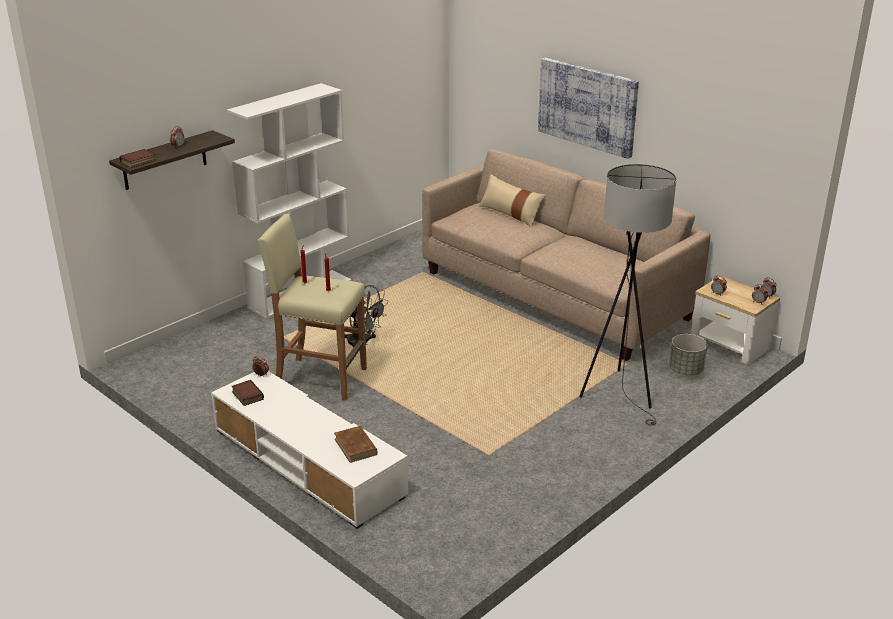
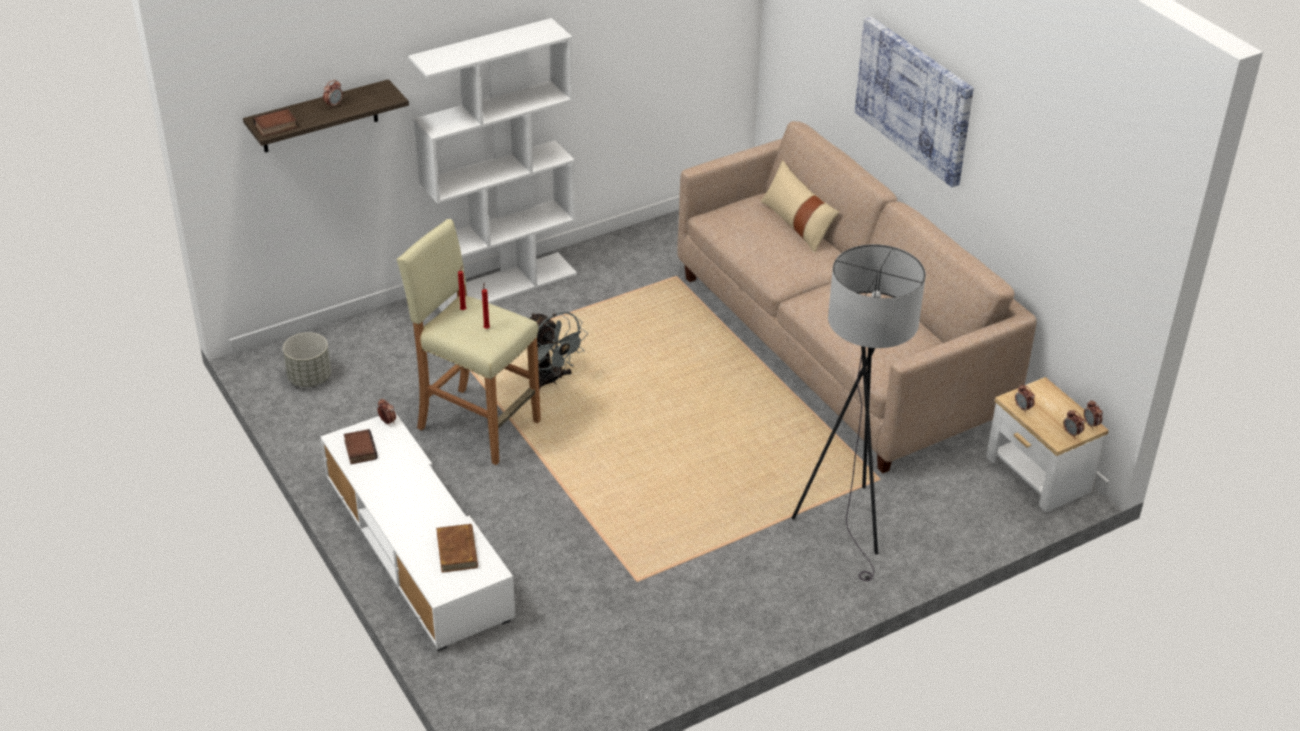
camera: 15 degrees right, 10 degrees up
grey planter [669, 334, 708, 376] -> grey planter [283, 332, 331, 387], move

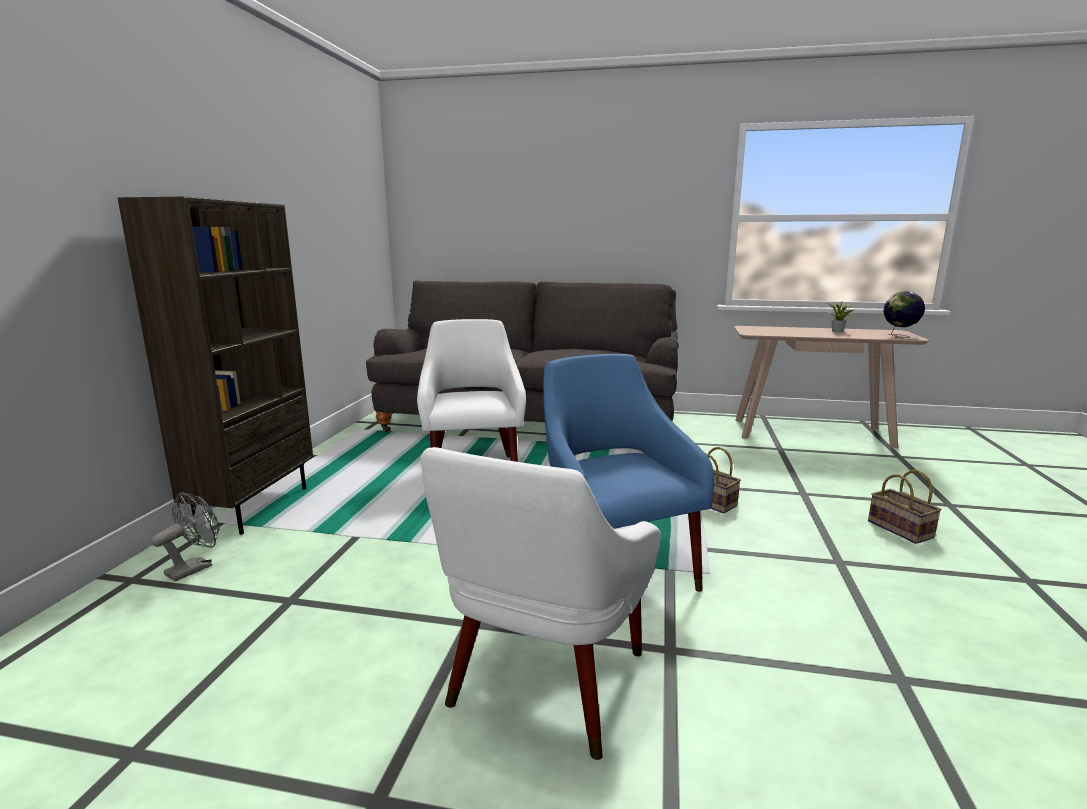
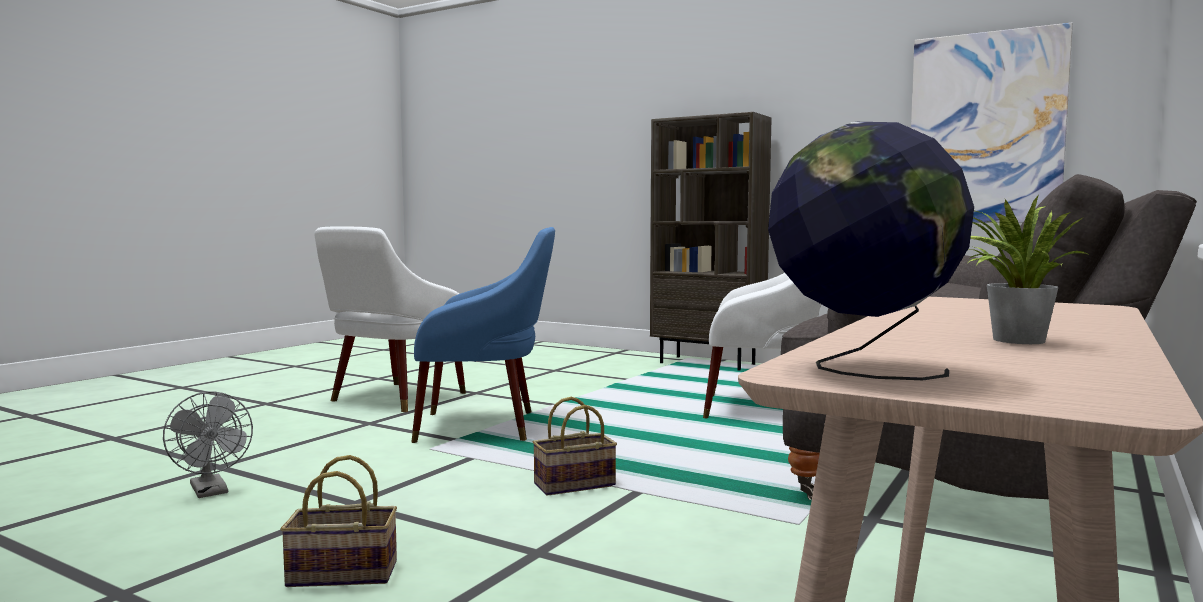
camera: 110 degrees right, 10 degrees down
grey fan [151, 492, 219, 581] -> grey fan [163, 391, 253, 498], move
white armchair [421, 447, 661, 760] -> white armchair [315, 226, 466, 412], 105 degrees counterclockwise
none -> picture [911, 23, 1073, 223]

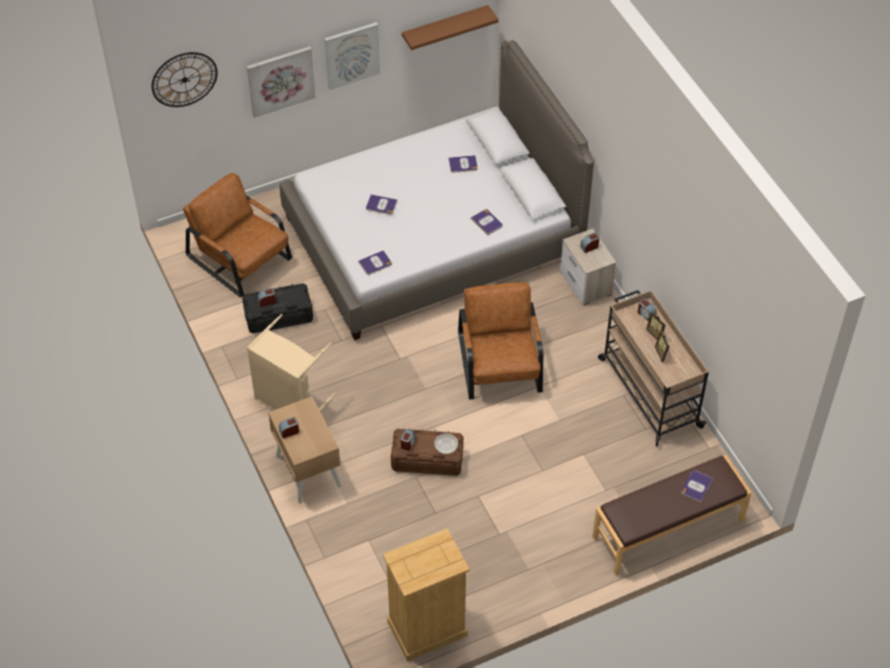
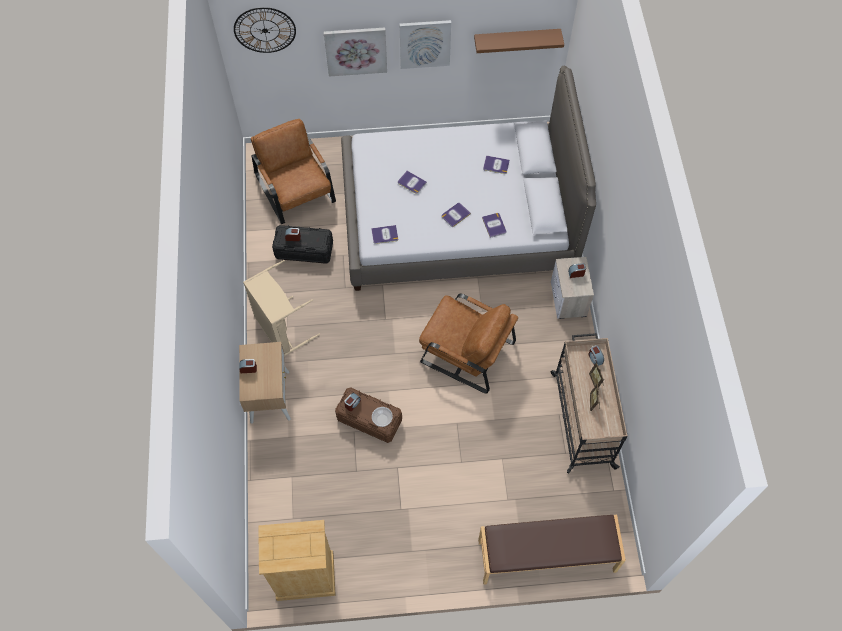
camera: 20 degrees right, 10 degrees up
brown armchair [458, 282, 543, 400] -> brown armchair [419, 293, 518, 394], 105 degrees clockwise
book [681, 470, 713, 502] -> book [441, 203, 471, 228], move

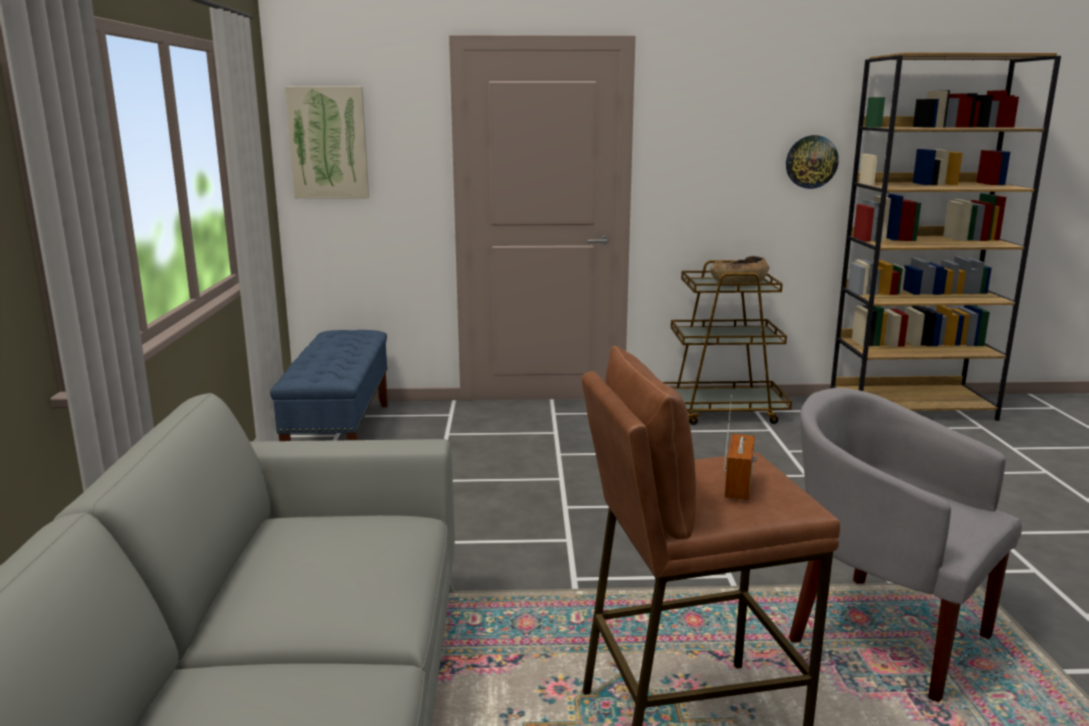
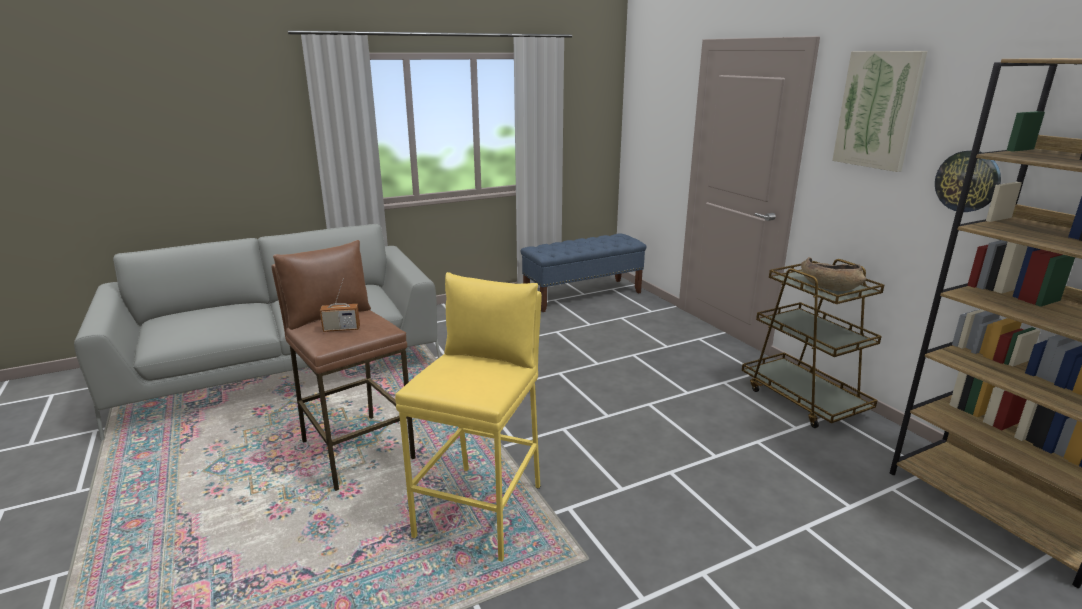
camera: 65 degrees right, 5 degrees up
grey armchair [789, 388, 1022, 702] -> yellow stool [395, 272, 542, 562]
picture [285, 87, 369, 198] -> picture [832, 51, 927, 172], move

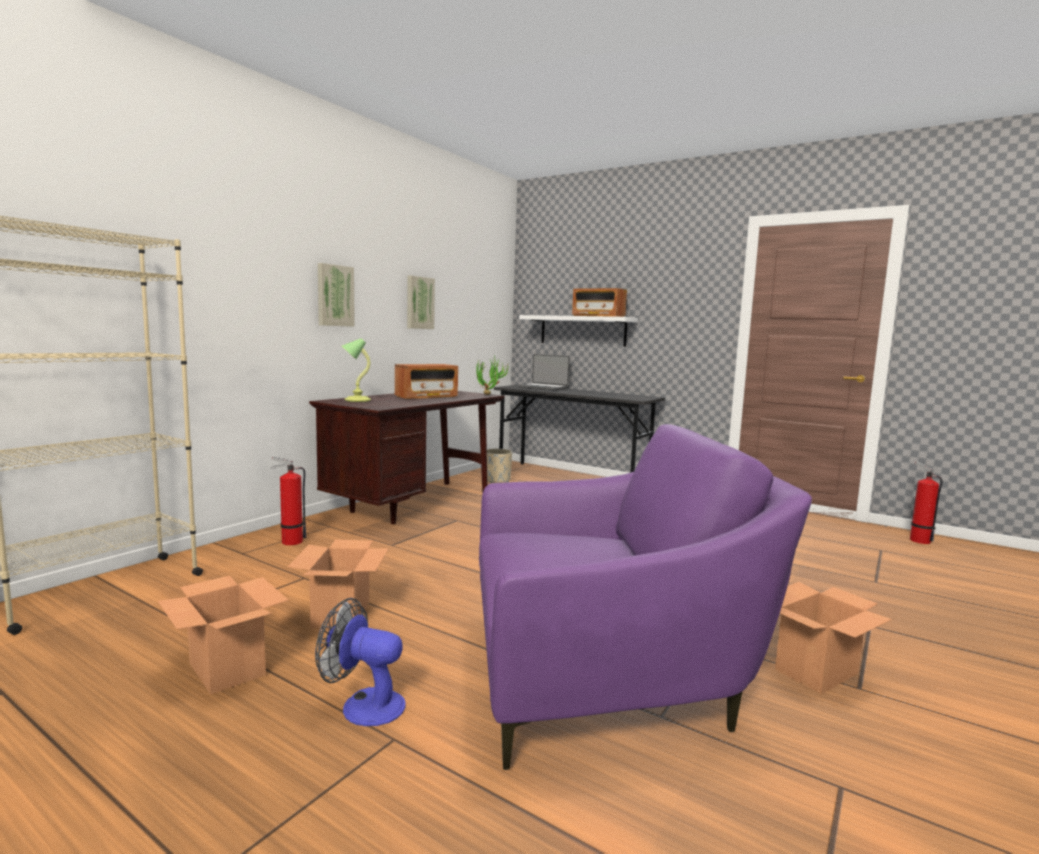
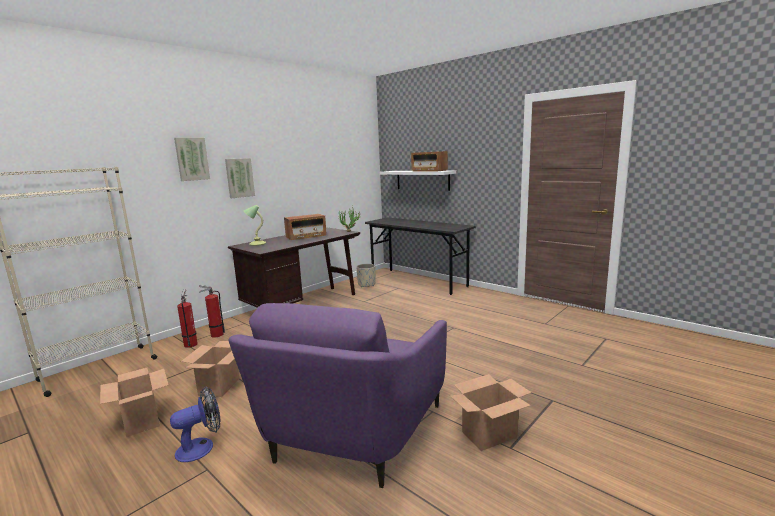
camera: 10 degrees right, 5 degrees up
fan [315, 598, 406, 726] -> fan [170, 386, 220, 462], 120 degrees clockwise
picture [407, 276, 435, 329] -> picture [174, 138, 210, 181], move
fire extinguisher [910, 461, 942, 544] -> fire extinguisher [177, 289, 198, 348], move
purple armchair [479, 424, 812, 770] -> purple armchair [229, 303, 447, 488], 105 degrees clockwise
laptop [518, 354, 570, 391] -> none

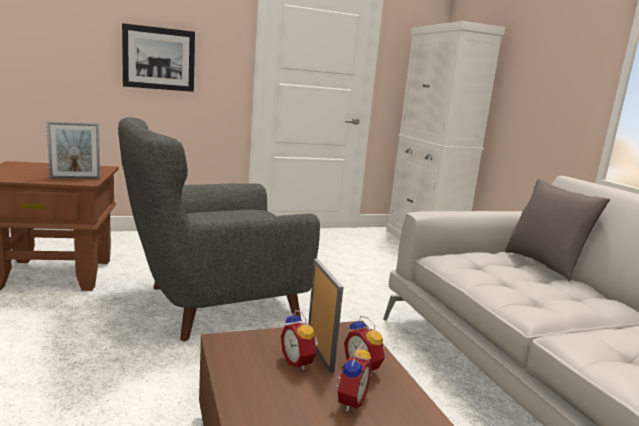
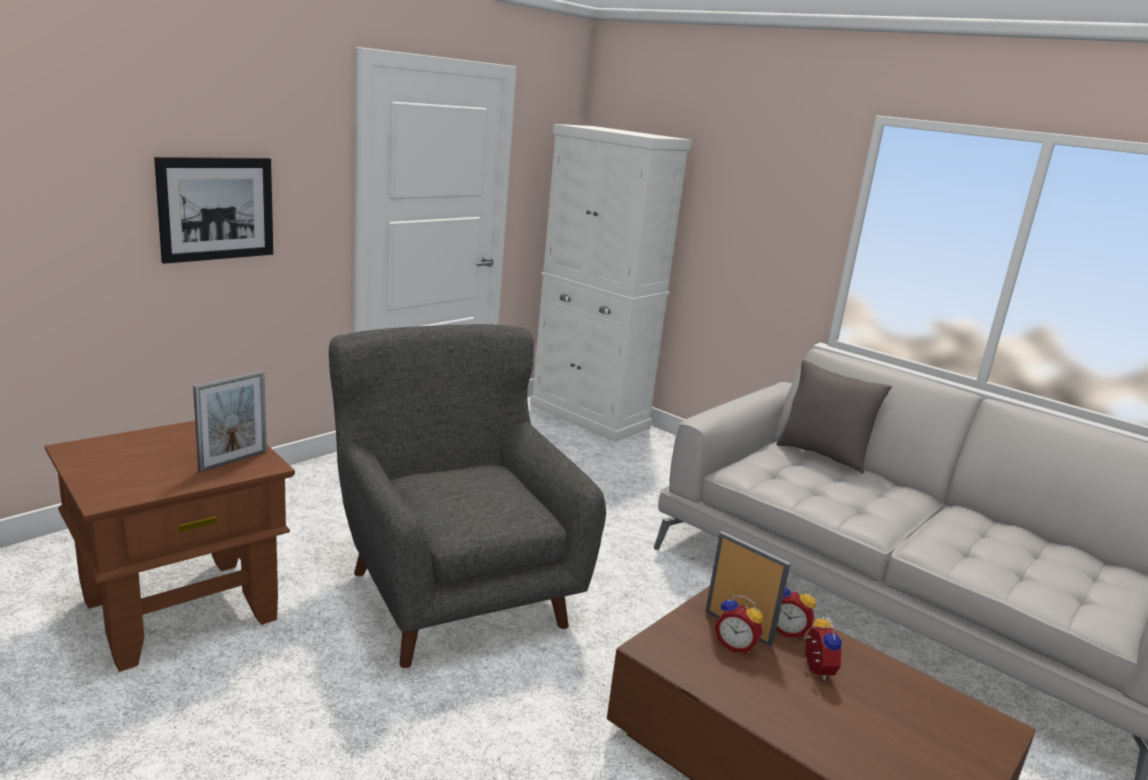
camera: 30 degrees left, 5 degrees up
grey armchair [118, 117, 320, 341] -> grey armchair [329, 324, 606, 668], 120 degrees clockwise

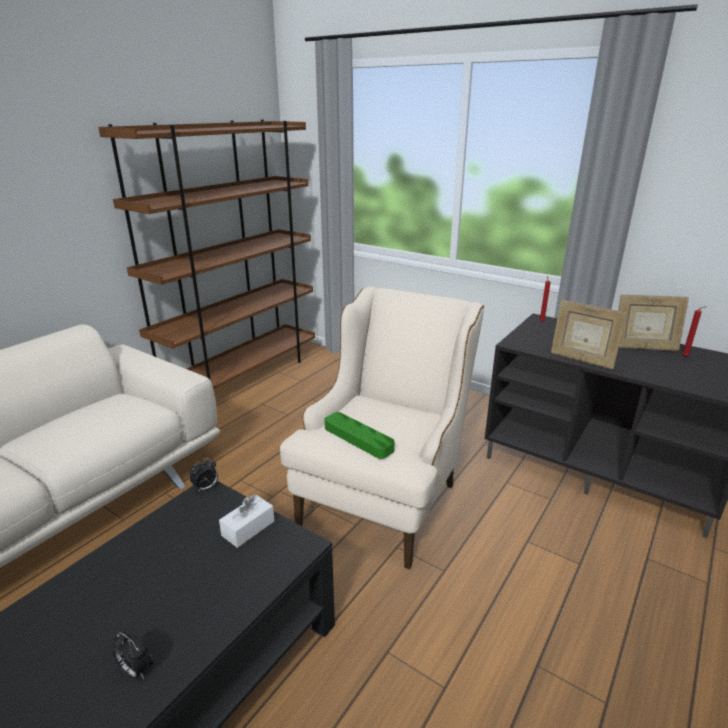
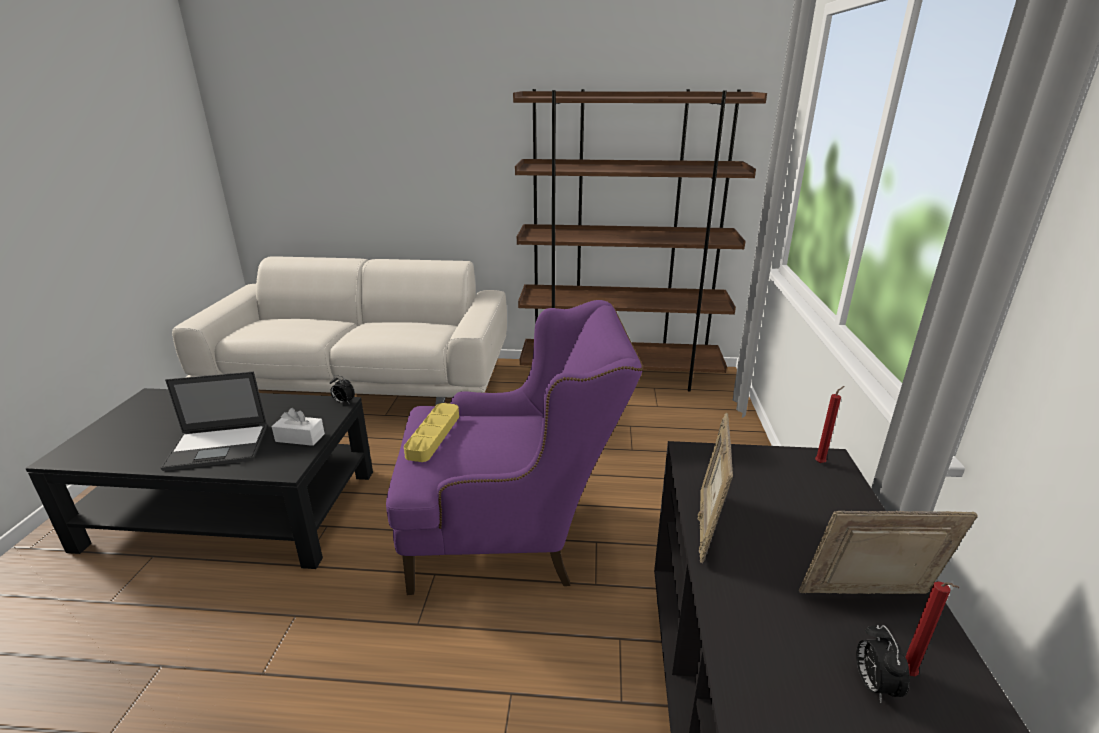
camera: 60 degrees right, 0 degrees up
none -> laptop [161, 372, 267, 471]
beige armchair [280, 287, 484, 570] -> purple armchair [386, 300, 643, 595]
green tray [325, 412, 394, 459] -> yellow tray [404, 403, 459, 462]
picture frame [618, 294, 689, 351] -> picture frame [799, 511, 978, 594], 105 degrees clockwise
alarm clock [112, 632, 153, 678] -> alarm clock [856, 625, 910, 703], move

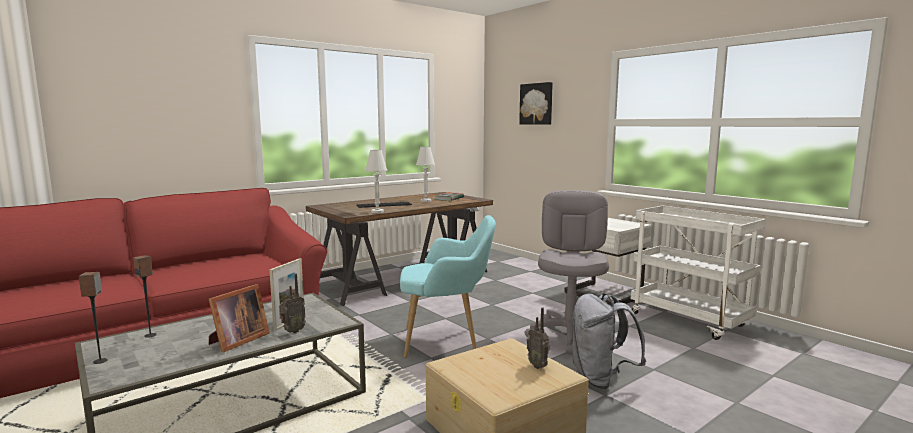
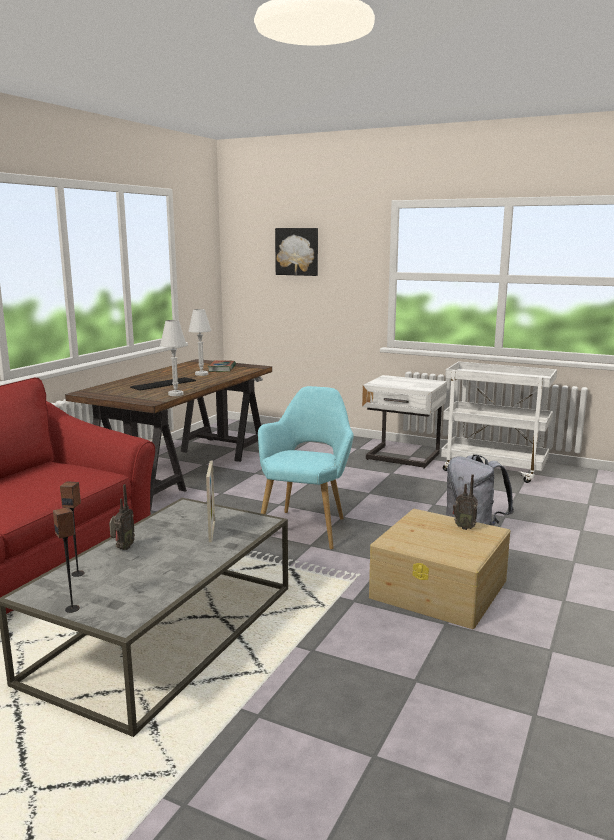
camera: 25 degrees left, 5 degrees up
radio [279, 274, 306, 333] -> radio [109, 484, 135, 550], move
turquoise armchair [400, 215, 496, 358] -> turquoise armchair [258, 386, 354, 550], 45 degrees counterclockwise
picture frame [209, 284, 270, 352] -> none
grey office chair [524, 190, 617, 353] -> none

